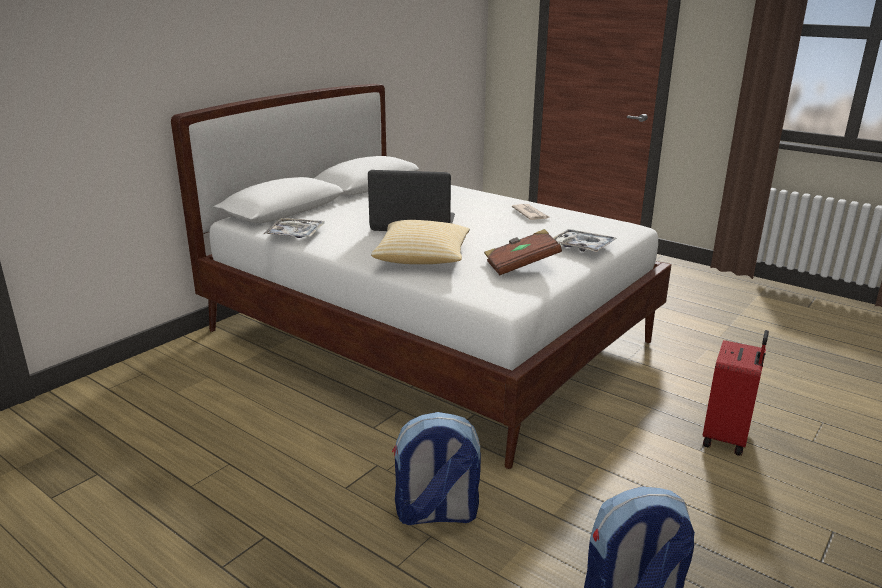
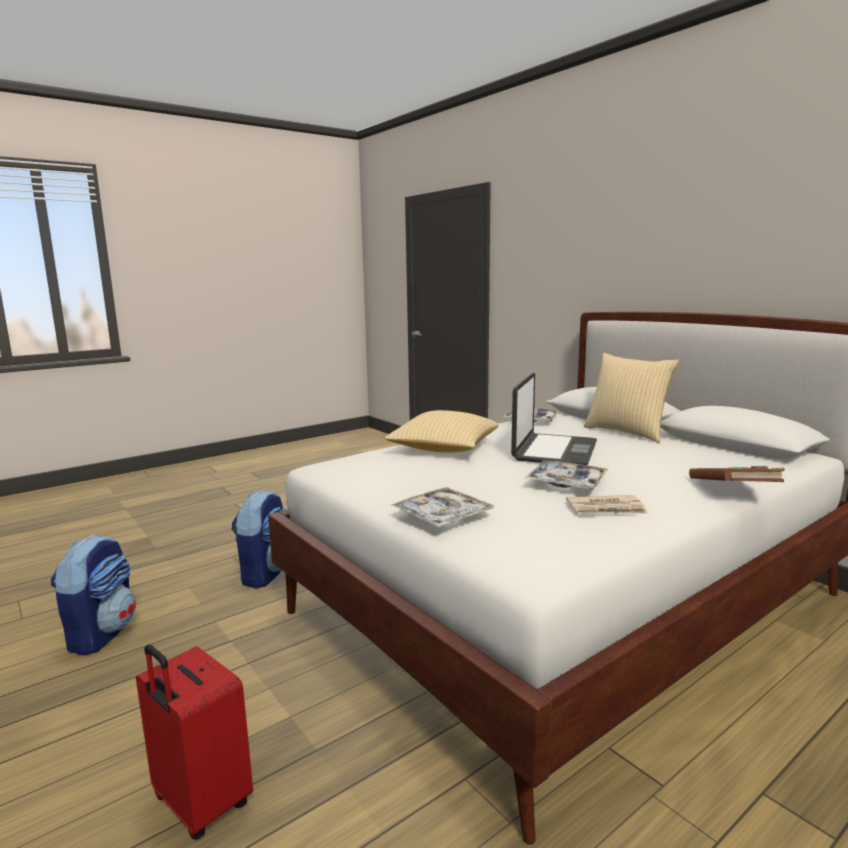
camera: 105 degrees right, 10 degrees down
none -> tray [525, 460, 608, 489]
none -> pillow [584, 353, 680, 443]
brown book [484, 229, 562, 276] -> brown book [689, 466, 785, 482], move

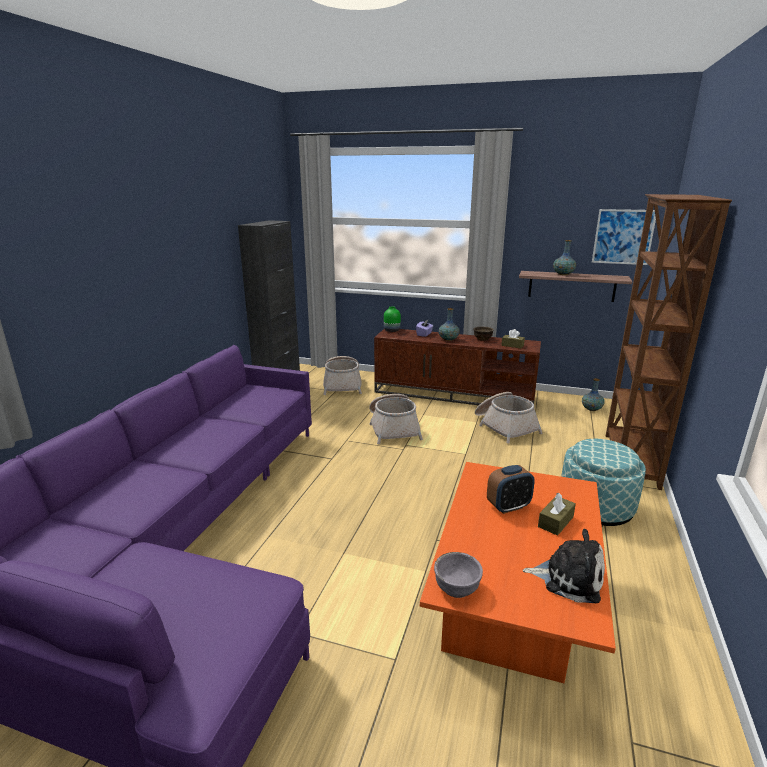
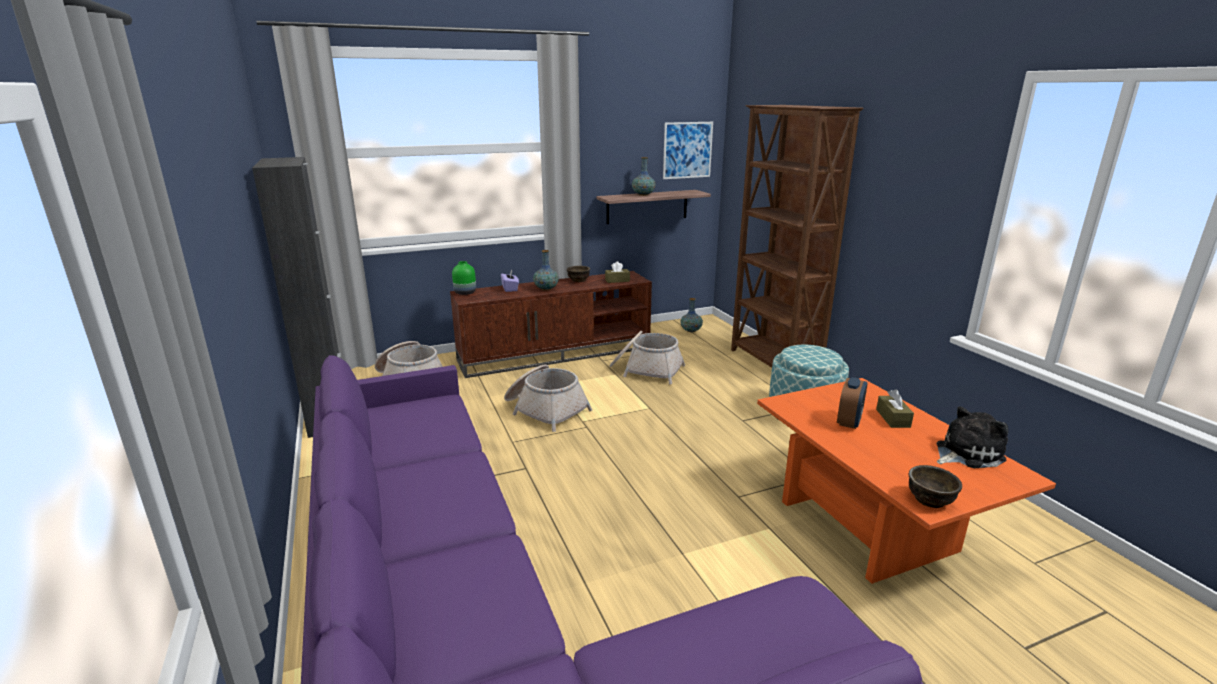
camera: 40 degrees left, 0 degrees up
grey bowl [434, 552, 483, 598] -> brown bowl [909, 465, 962, 508]

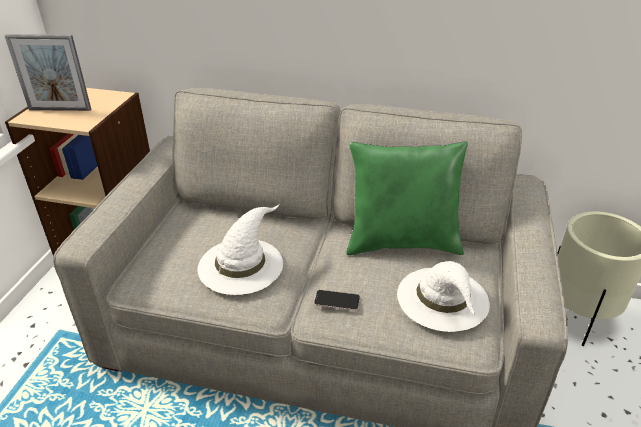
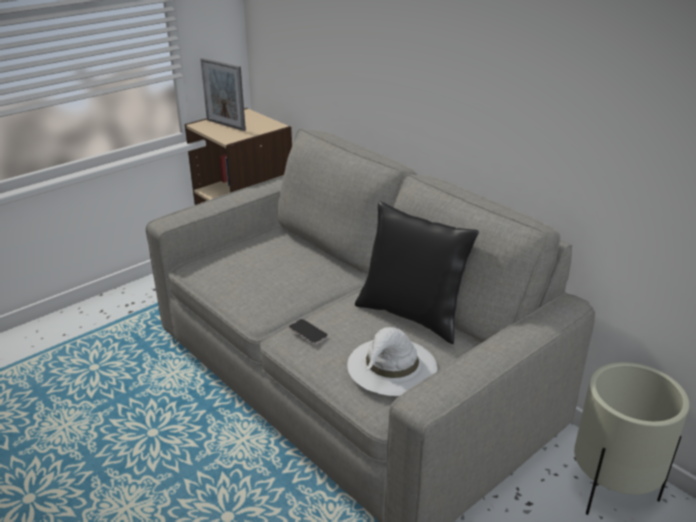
camera: 35 degrees right, 5 degrees down
green pillow [346, 141, 468, 255] -> black pillow [355, 201, 479, 344]
white hat [197, 205, 283, 295] -> none

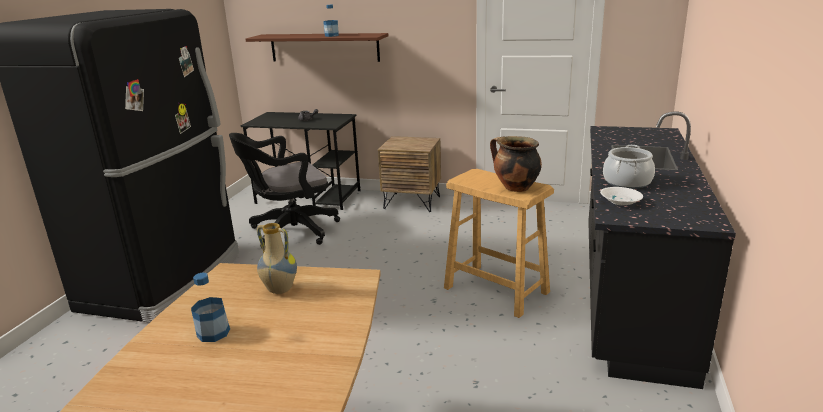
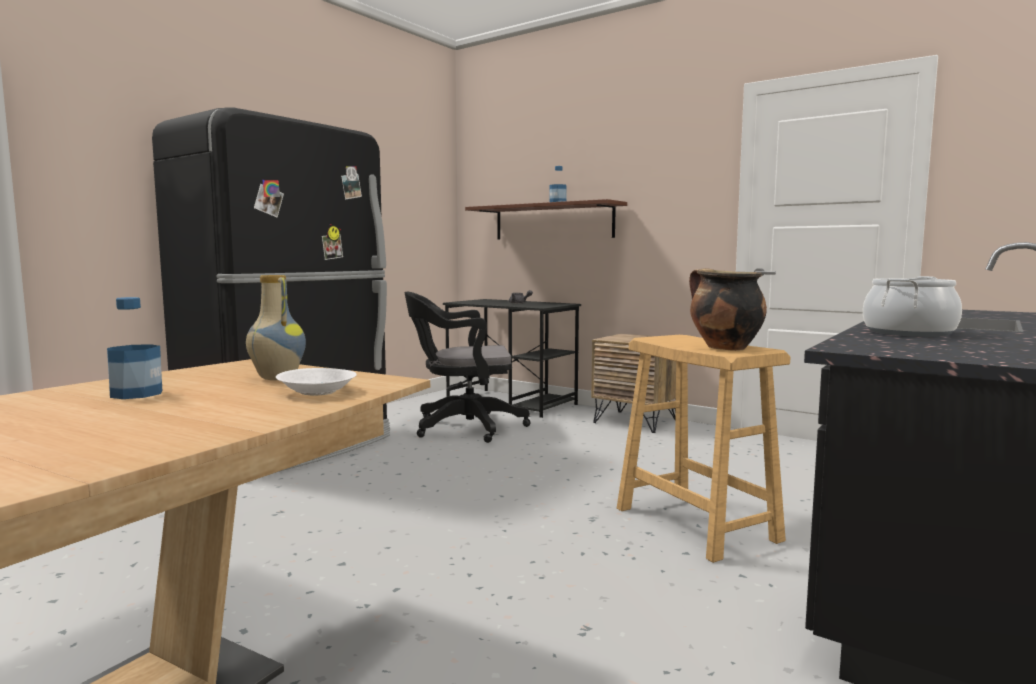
camera: 20 degrees right, 15 degrees down
white bowl [600, 187, 643, 206] -> white bowl [276, 368, 357, 395], move

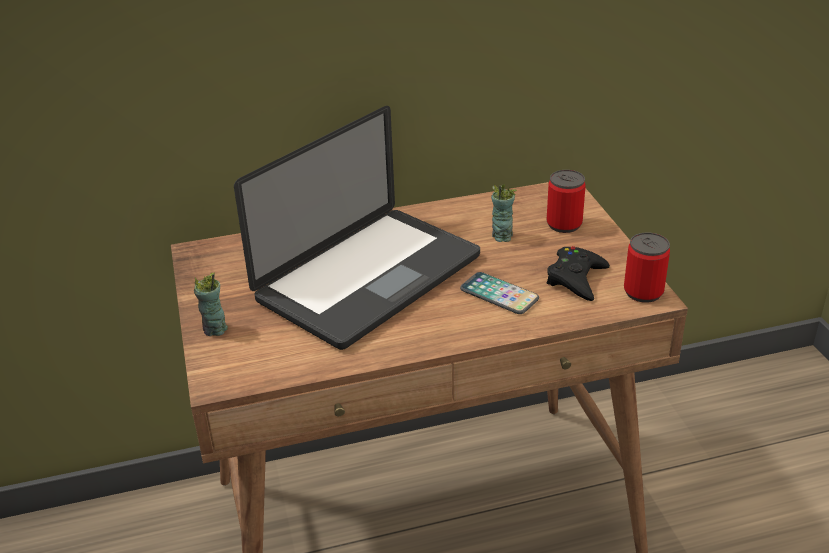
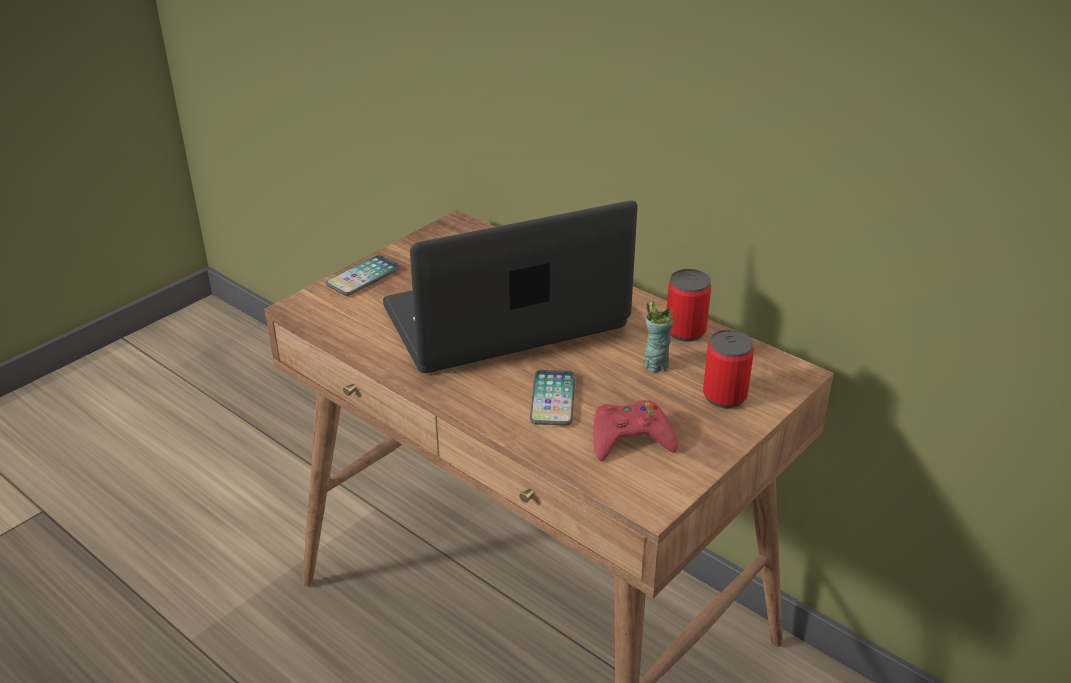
camera: 55 degrees right, 0 degrees up
cup [194, 273, 228, 336] -> phone [326, 255, 400, 296]
laptop [234, 106, 480, 350] -> laptop [383, 201, 638, 373], 150 degrees clockwise
black game controller [547, 246, 610, 301] -> red game controller [593, 400, 678, 461]
can [624, 232, 670, 303] -> can [667, 269, 711, 342], move

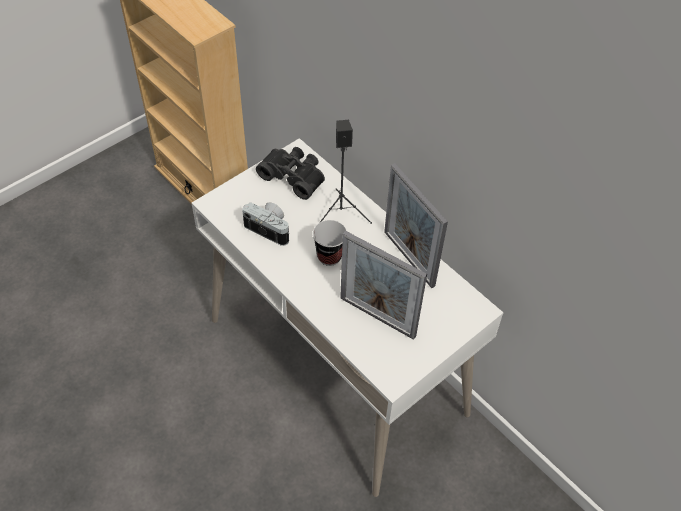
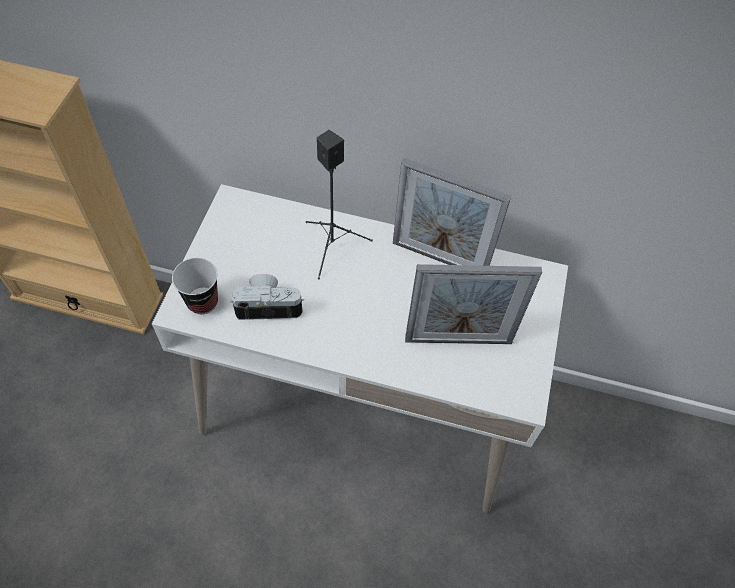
camera: 35 degrees left, 5 degrees up
cup [313, 220, 347, 266] -> cup [172, 258, 218, 314], move
black binoculars [256, 147, 325, 200] -> none

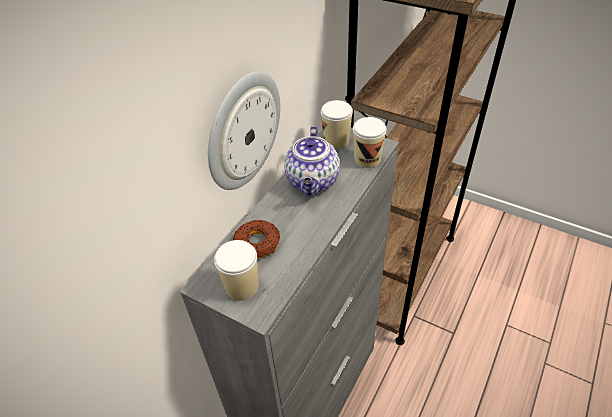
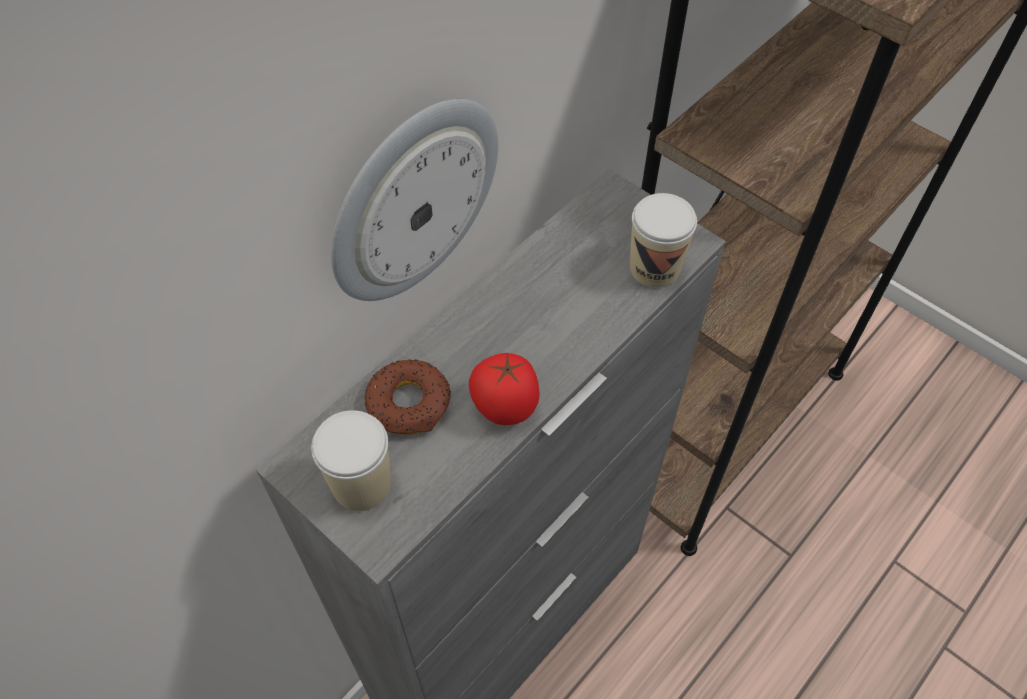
camera: 10 degrees right, 10 degrees up
none -> tomato [469, 353, 540, 425]
teapot [284, 126, 340, 196] -> none
cup [321, 100, 353, 149] -> none

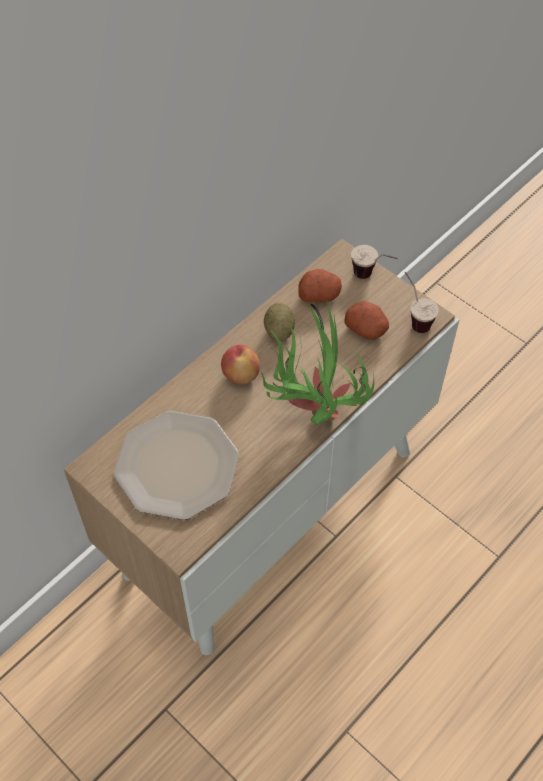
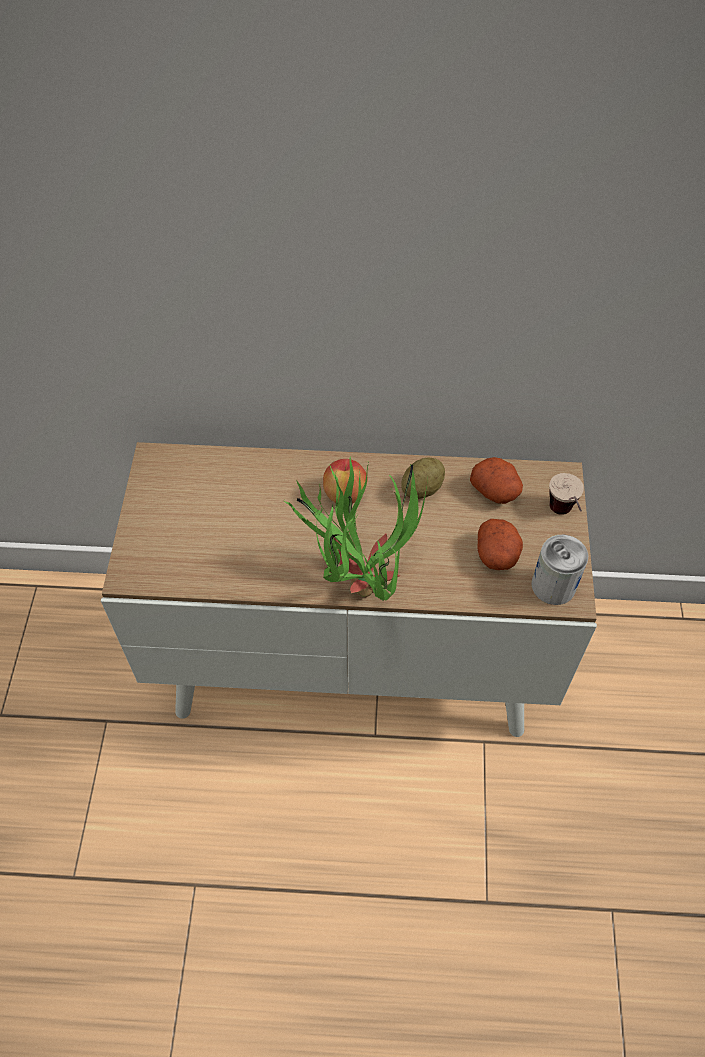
camera: 50 degrees right, 0 degrees up
cup [405, 272, 439, 333] -> can [531, 535, 588, 605]
plate [114, 411, 239, 520] -> none

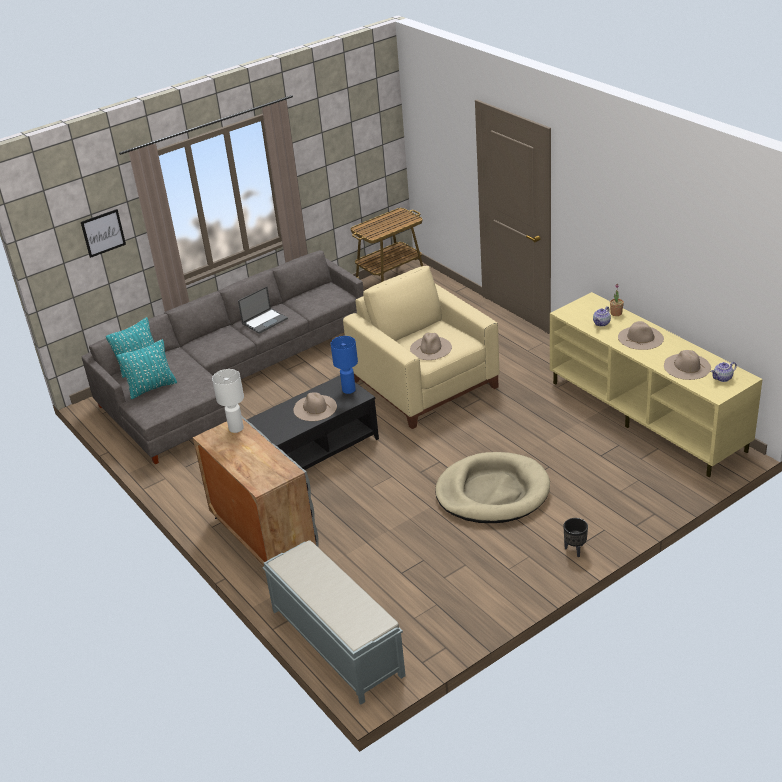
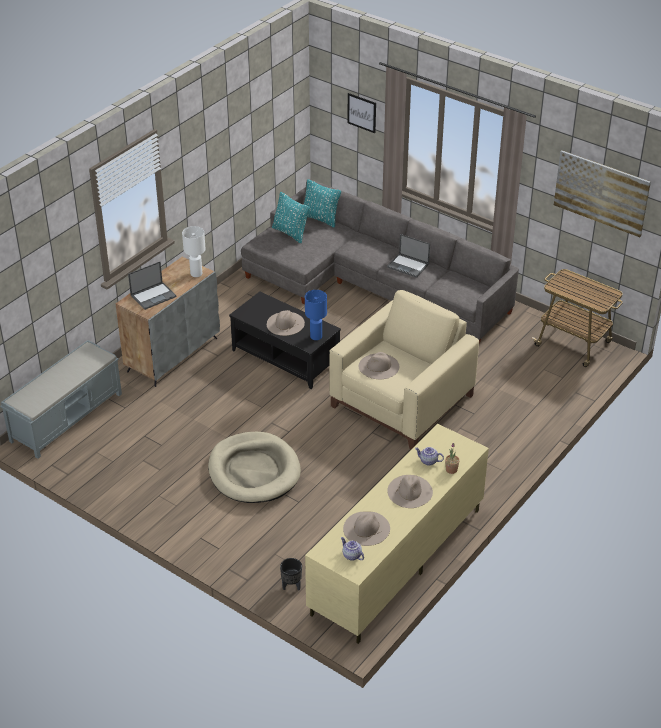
camera: 70 degrees right, 5 degrees up
none -> laptop [128, 262, 177, 310]
black planter [563, 518, 588, 557] -> black planter [280, 558, 302, 590], move
none -> picture [554, 150, 651, 237]

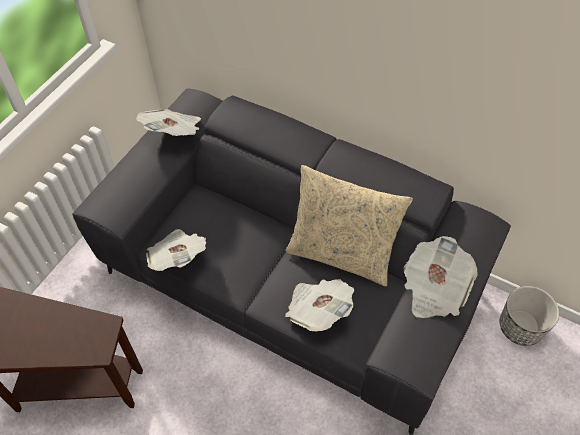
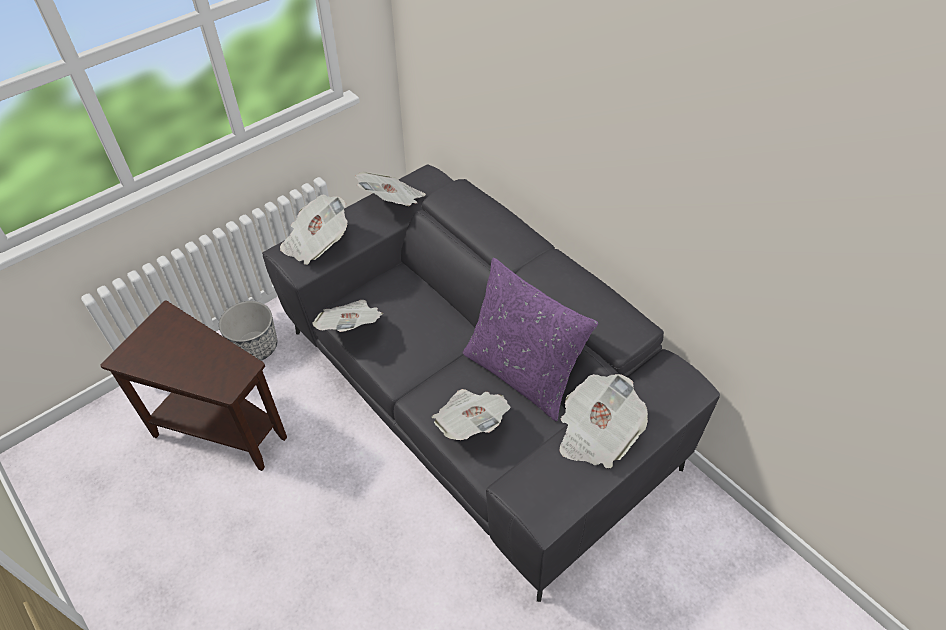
camera: 20 degrees right, 5 degrees down
planter [500, 286, 559, 346] -> planter [219, 301, 277, 361], move
none -> newspaper [280, 194, 348, 265]
beige pillow [286, 165, 413, 286] -> purple pillow [463, 258, 598, 421]

